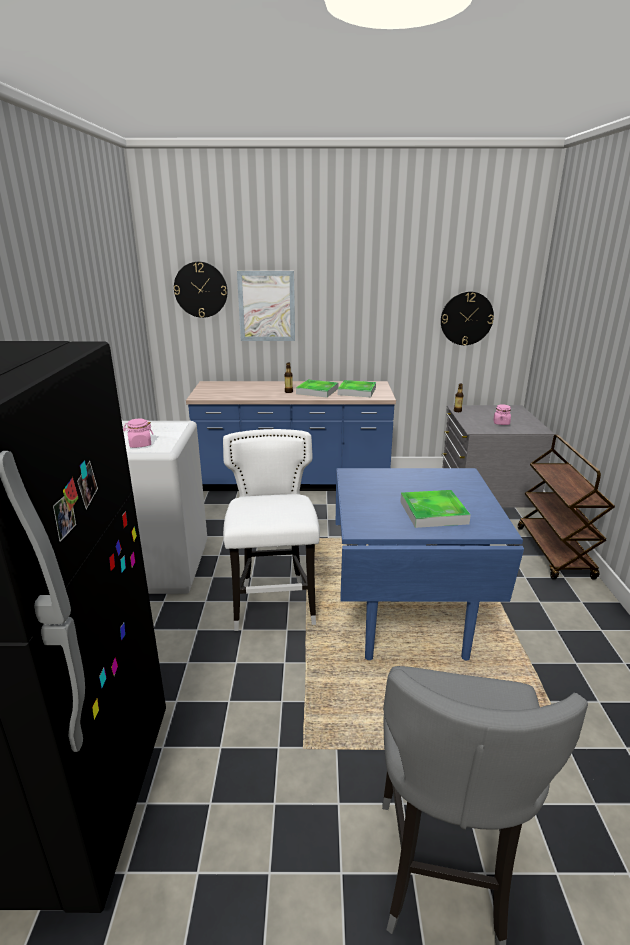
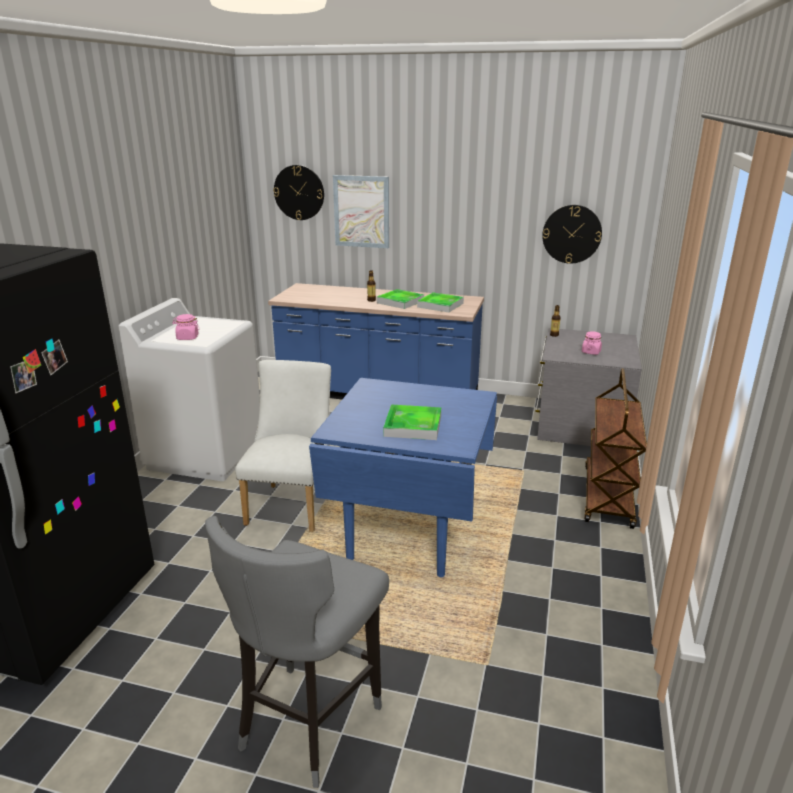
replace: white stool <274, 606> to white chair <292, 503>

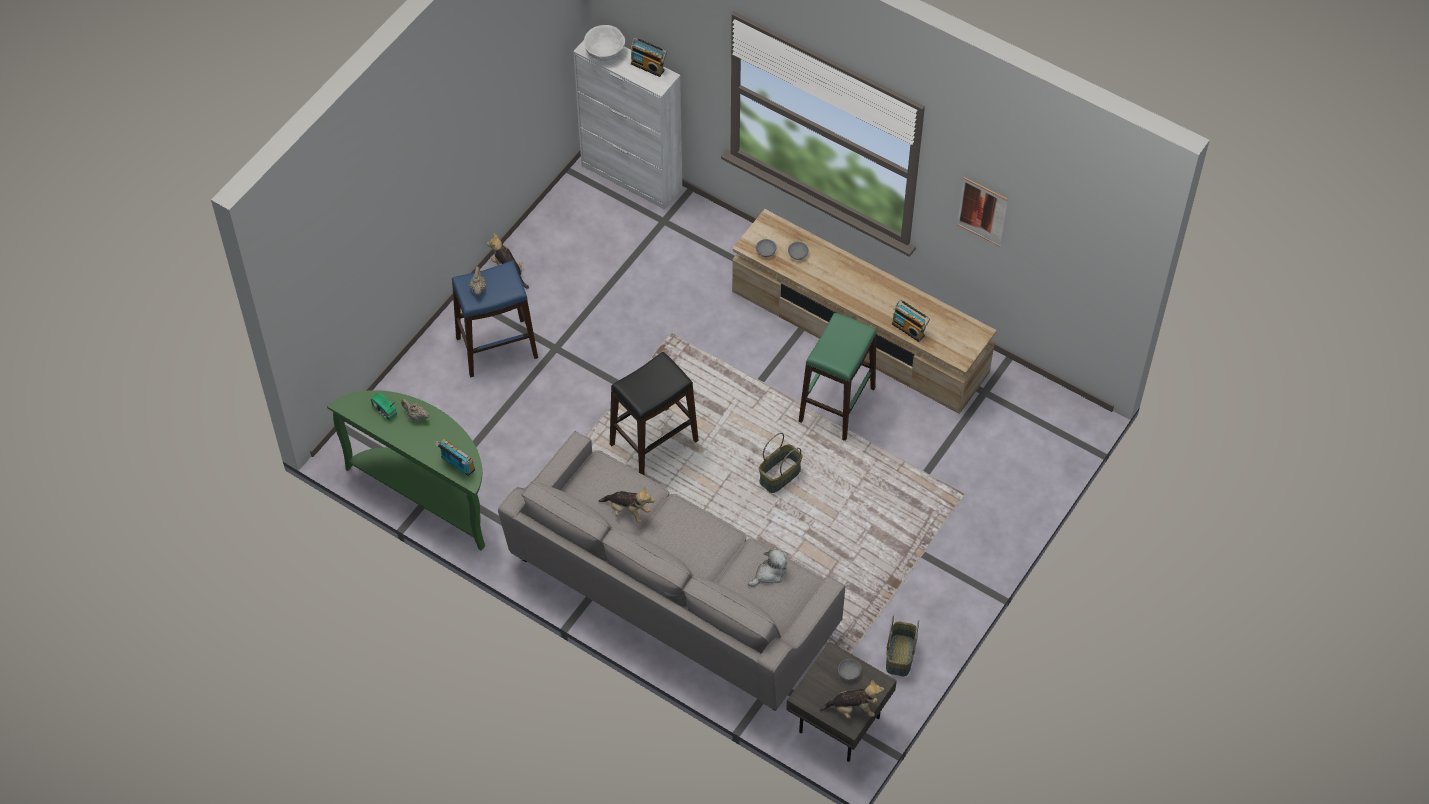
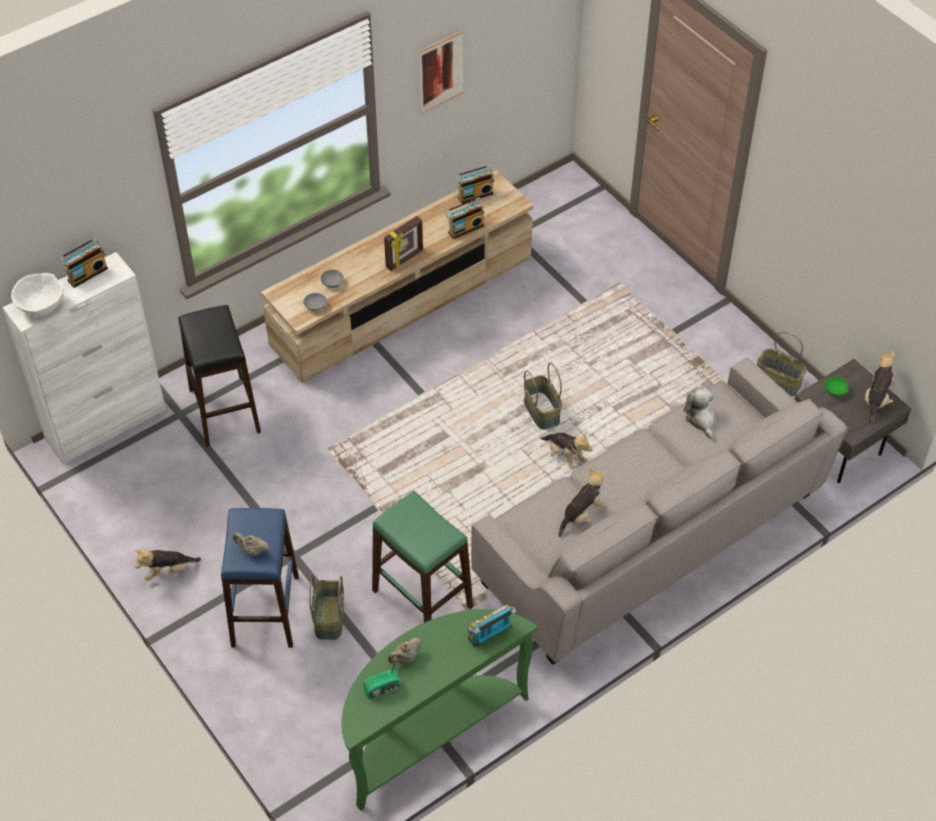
insert: radio <474, 194>; picture frame <405, 259>; plush toy <565, 456>; basket <328, 617>
move: green stool <837, 404> to <422, 599>; black stool <654, 442> to <224, 410>
recolor: grey bowl <849, 673> to green bowl <836, 390>

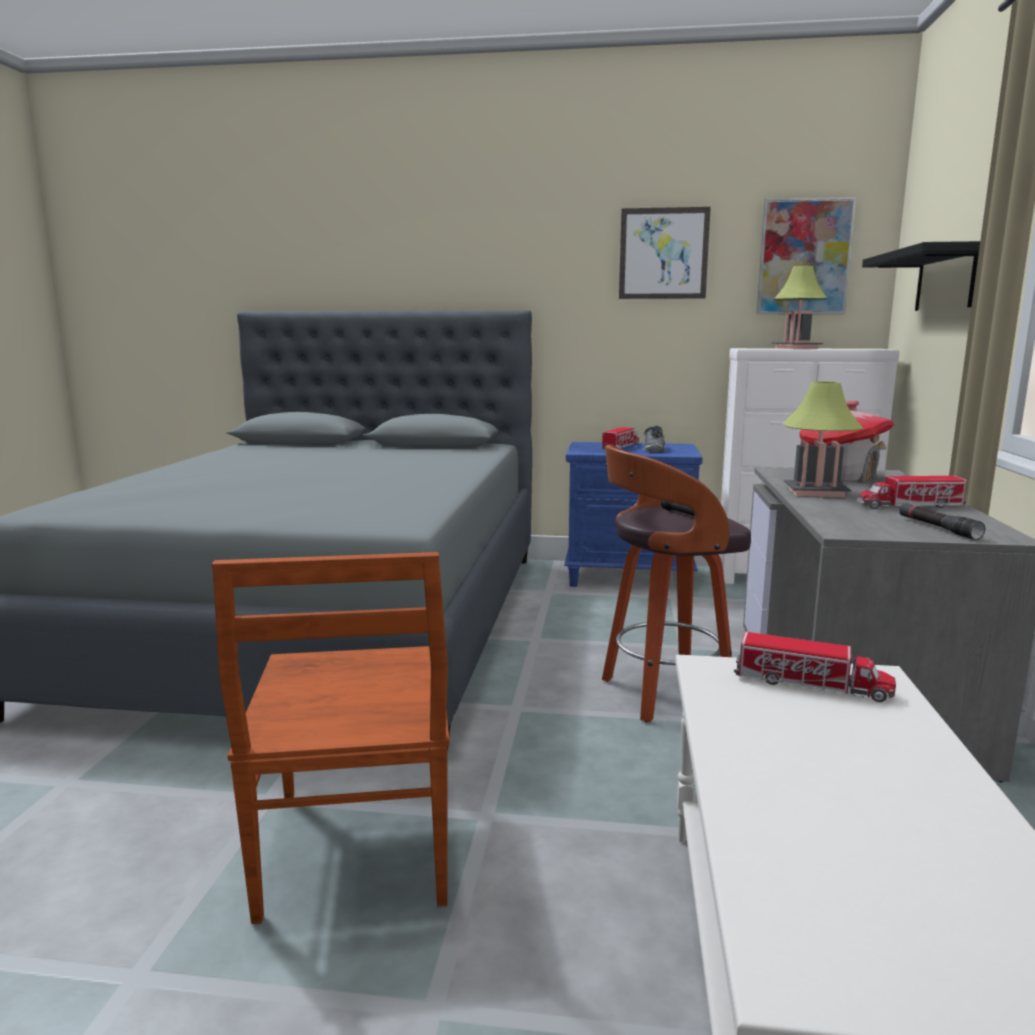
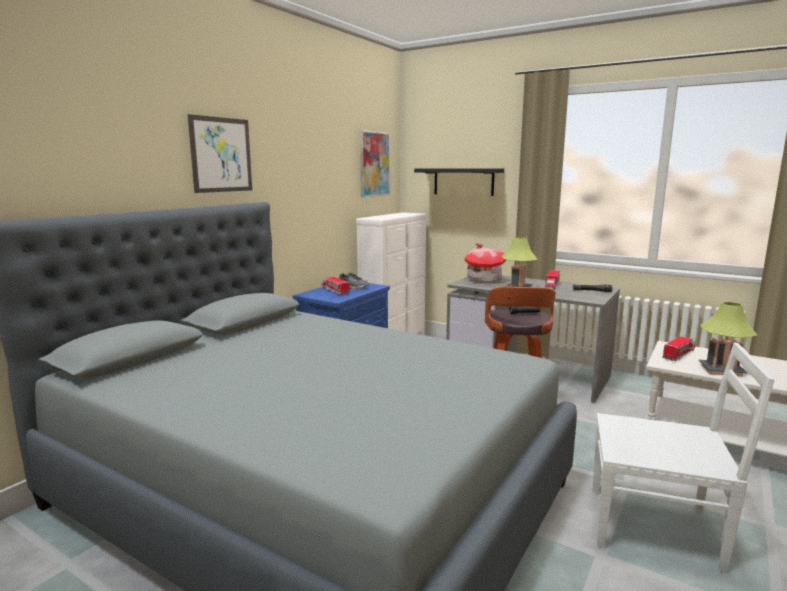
move: picture <663, 253> to <221, 155>; table lamp <796, 348> to <721, 370>
recolor: brown chair <356, 849> to white chair <656, 528>

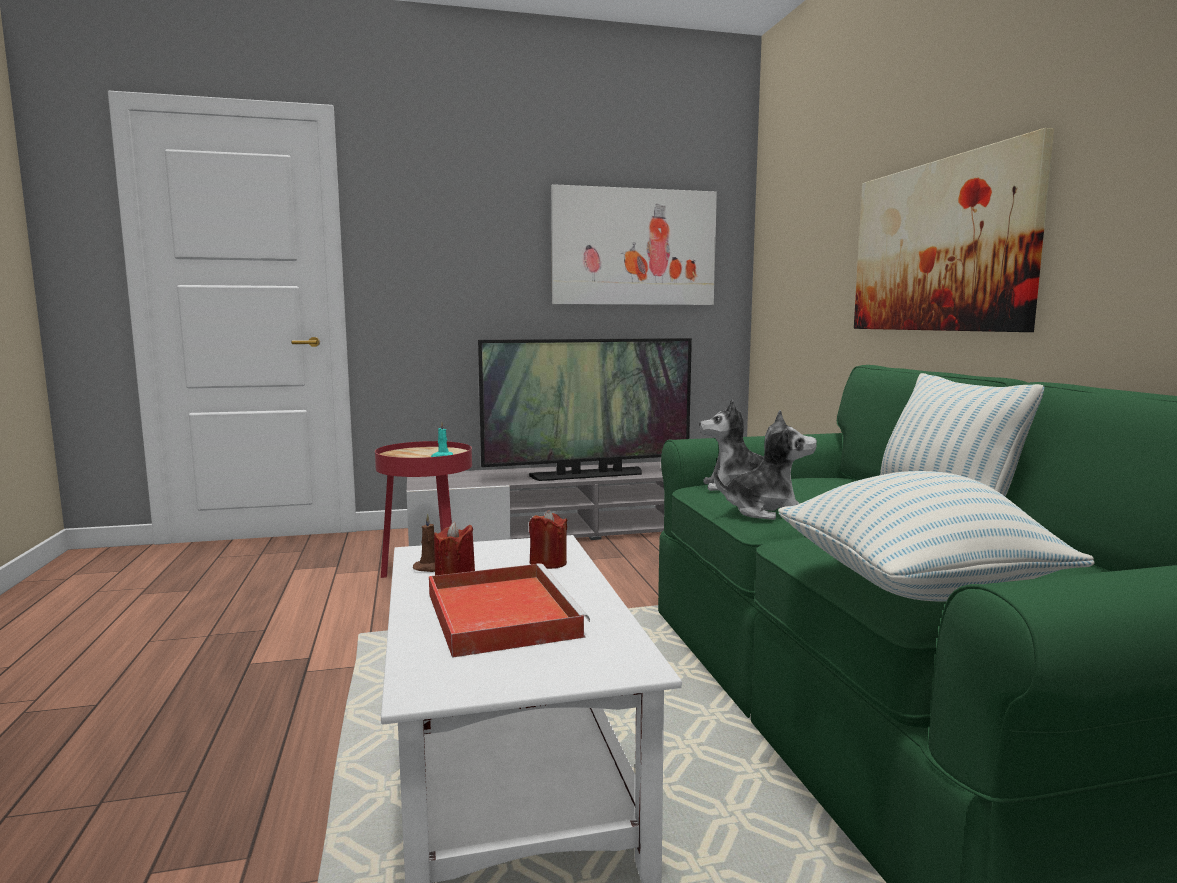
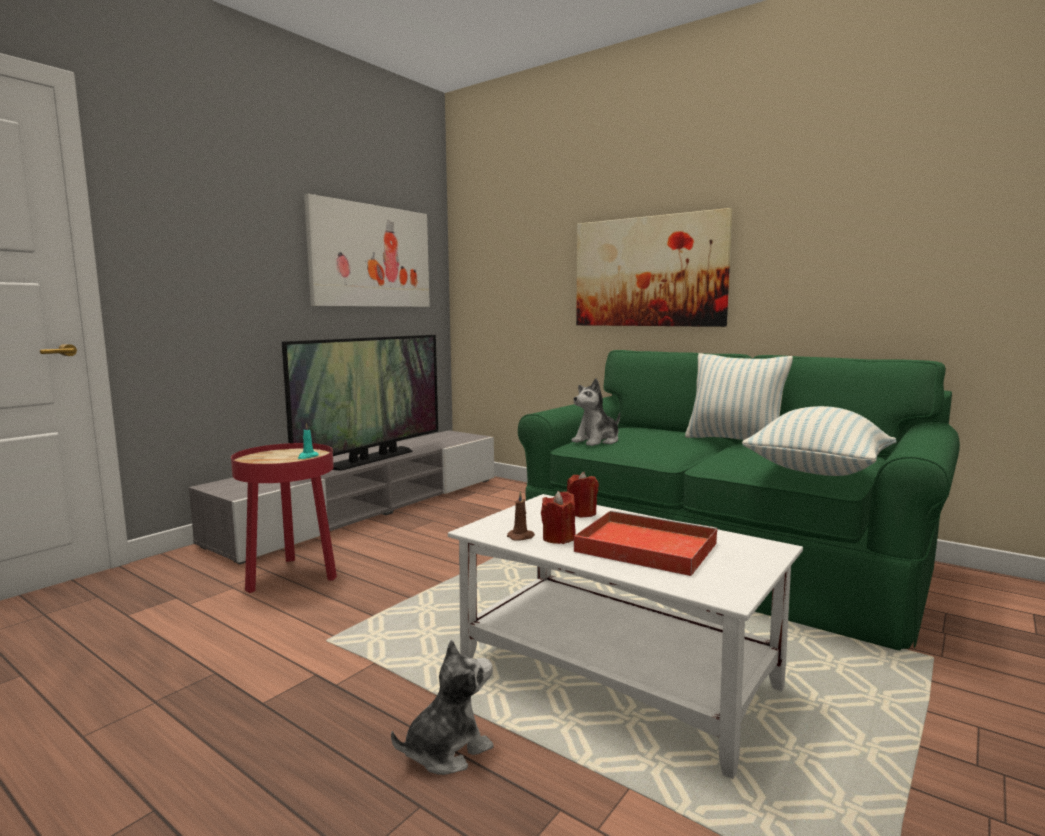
move: plush toy <766, 511> to <447, 750>

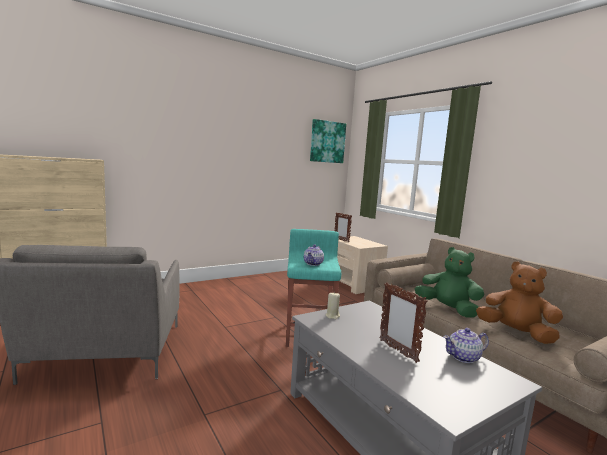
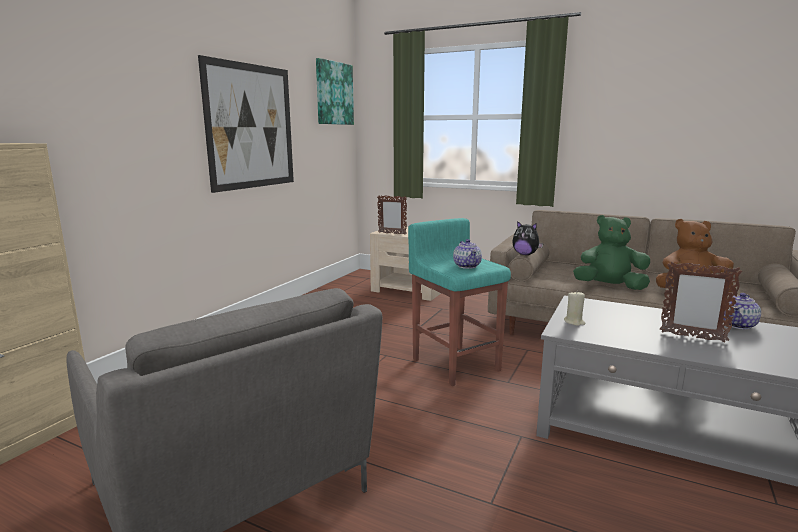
insert: picture <251, 127>; plush toy <525, 254>

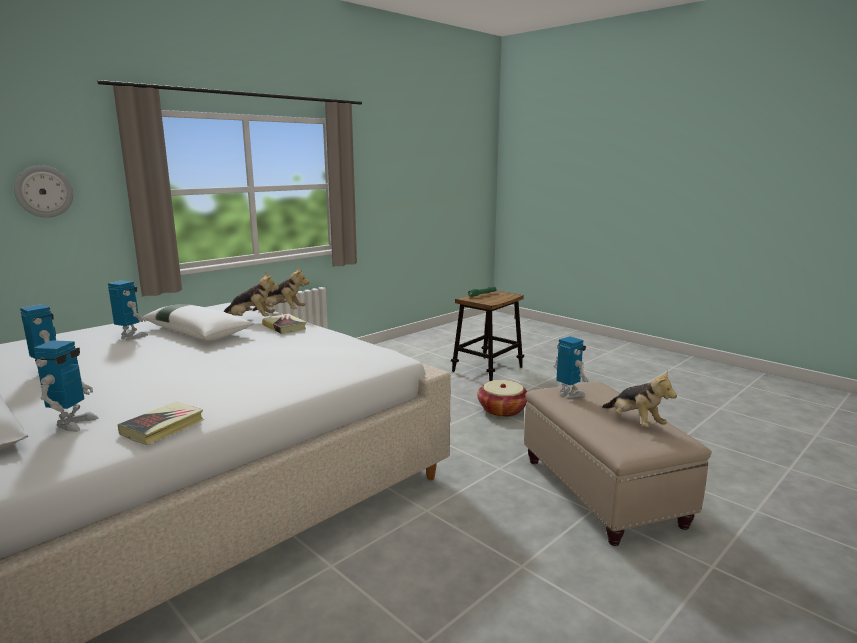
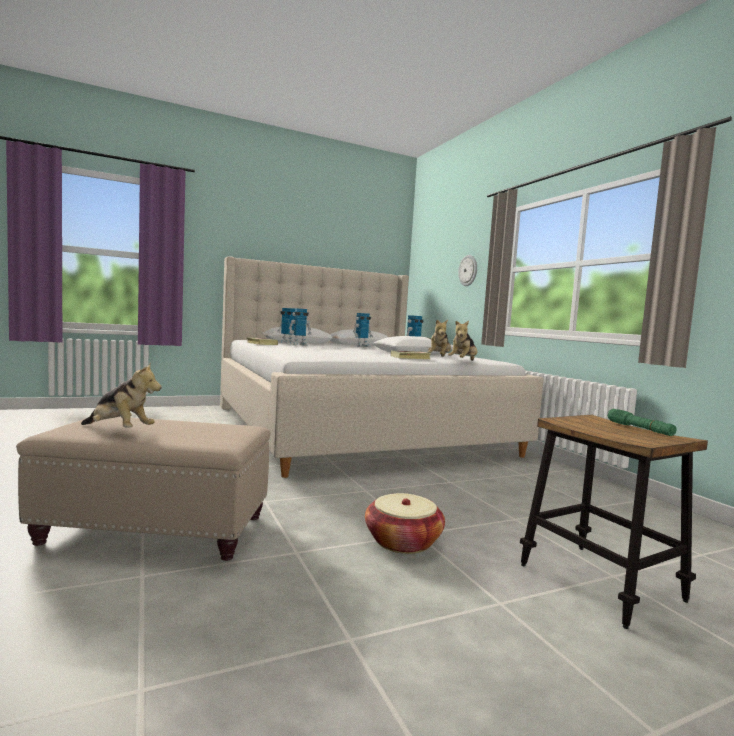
move: toy robot <569, 394> to <299, 345>
rotate: plush toy <635, 422> = <119, 431> 150 degrees counterclockwise

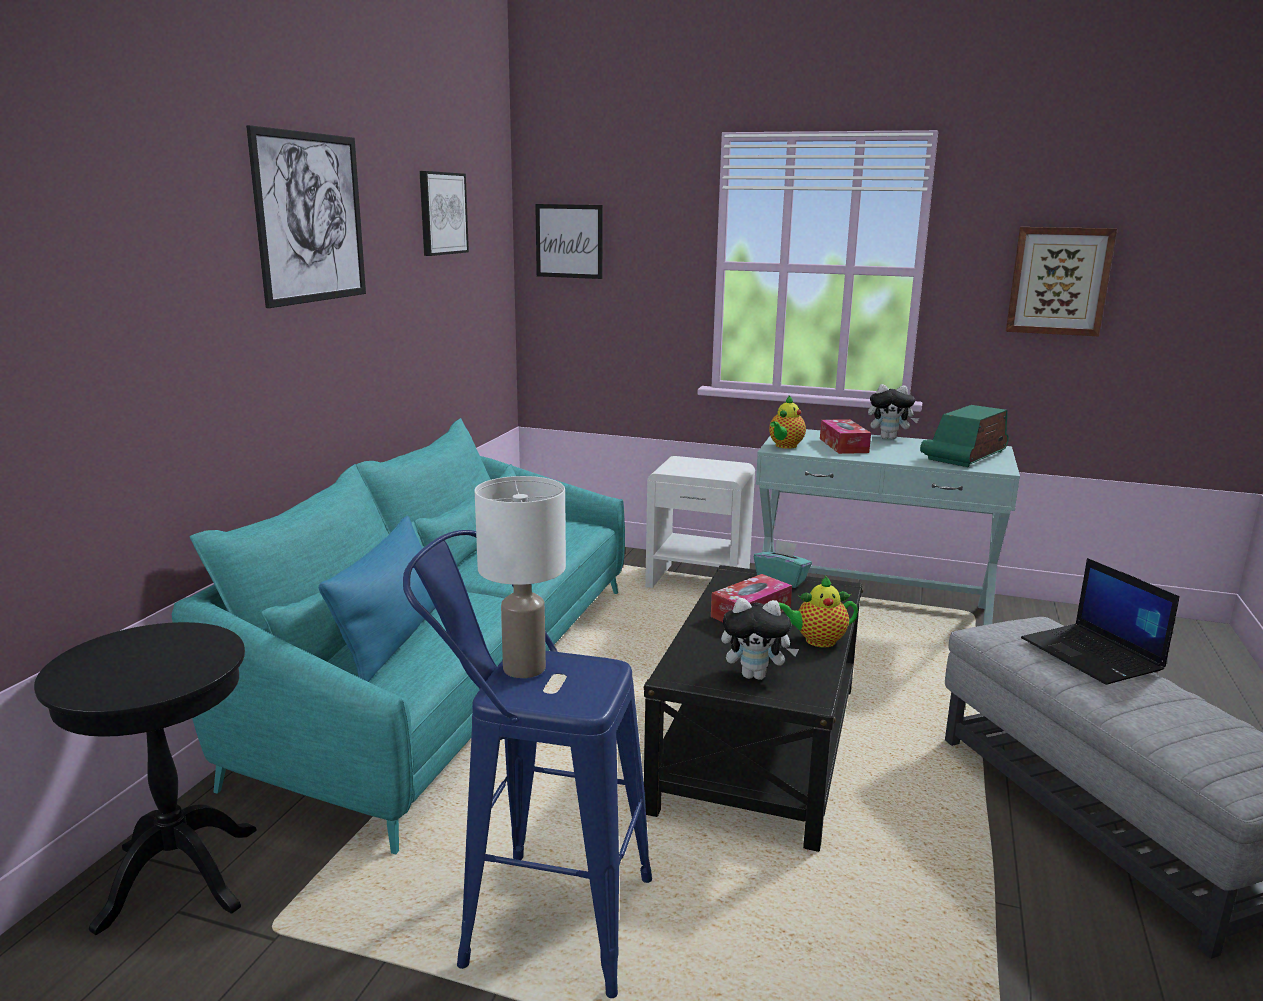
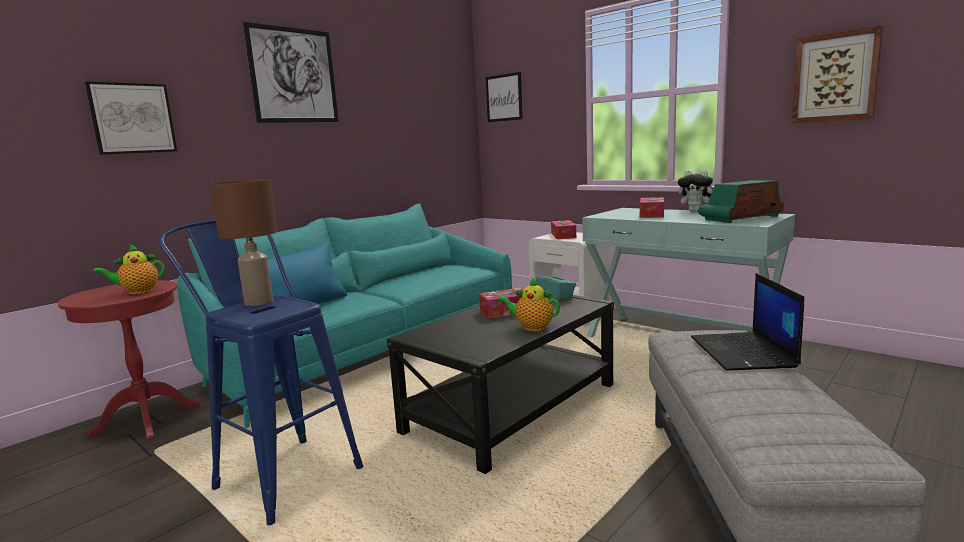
delete: plush toy <755, 675>
insert: tissue box <563, 235>
move: picture <442, 213> to <132, 118>; teapot <785, 446> to <137, 292>
recolor: white table lamp <523, 669> to brown table lamp <258, 302>; black side table <179, 877> to red side table <146, 420>

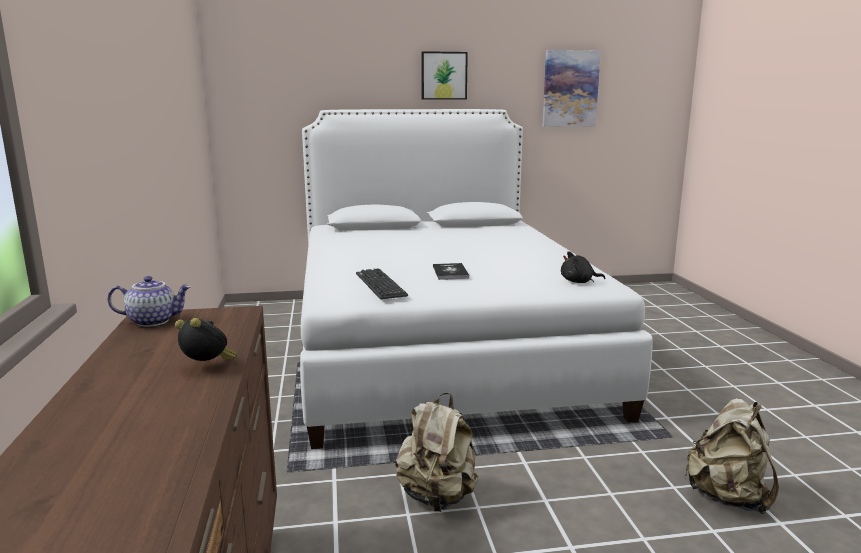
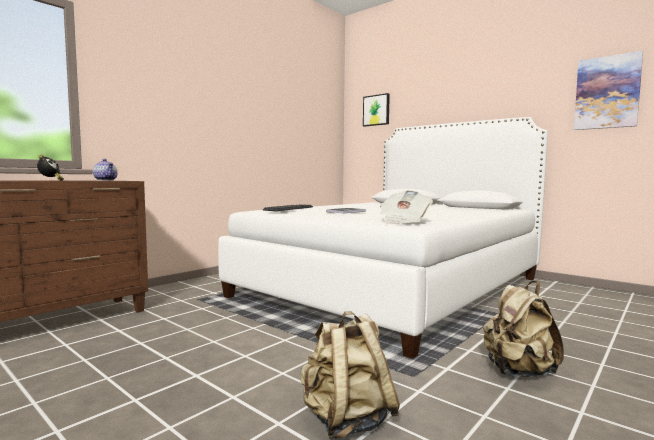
move: picture <443, 76> to <376, 110>; beige backpack <438, 497> to <518, 372>
replace: black plush toy <579, 282> to newspaper <403, 222>

